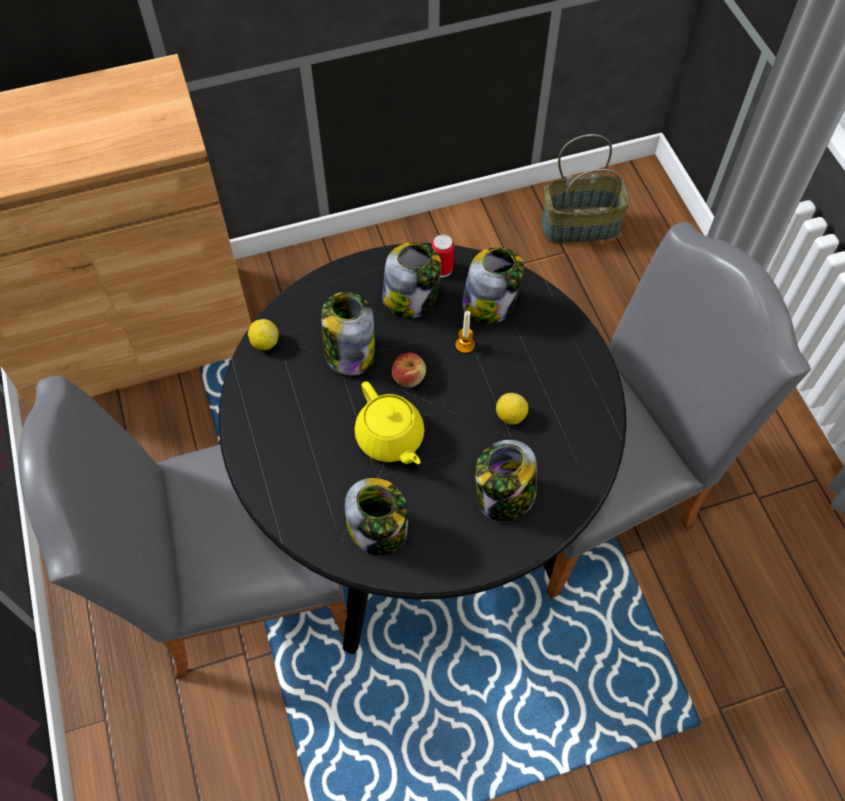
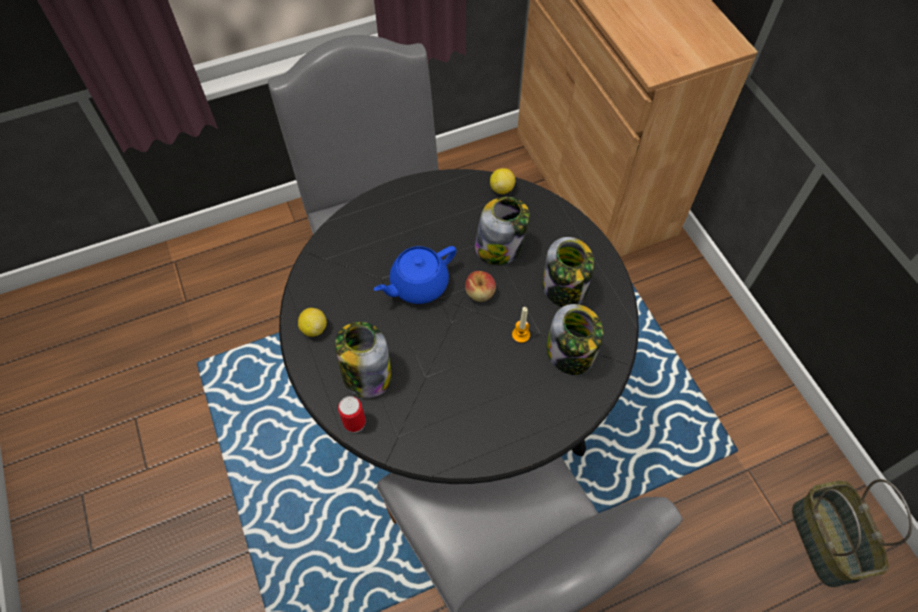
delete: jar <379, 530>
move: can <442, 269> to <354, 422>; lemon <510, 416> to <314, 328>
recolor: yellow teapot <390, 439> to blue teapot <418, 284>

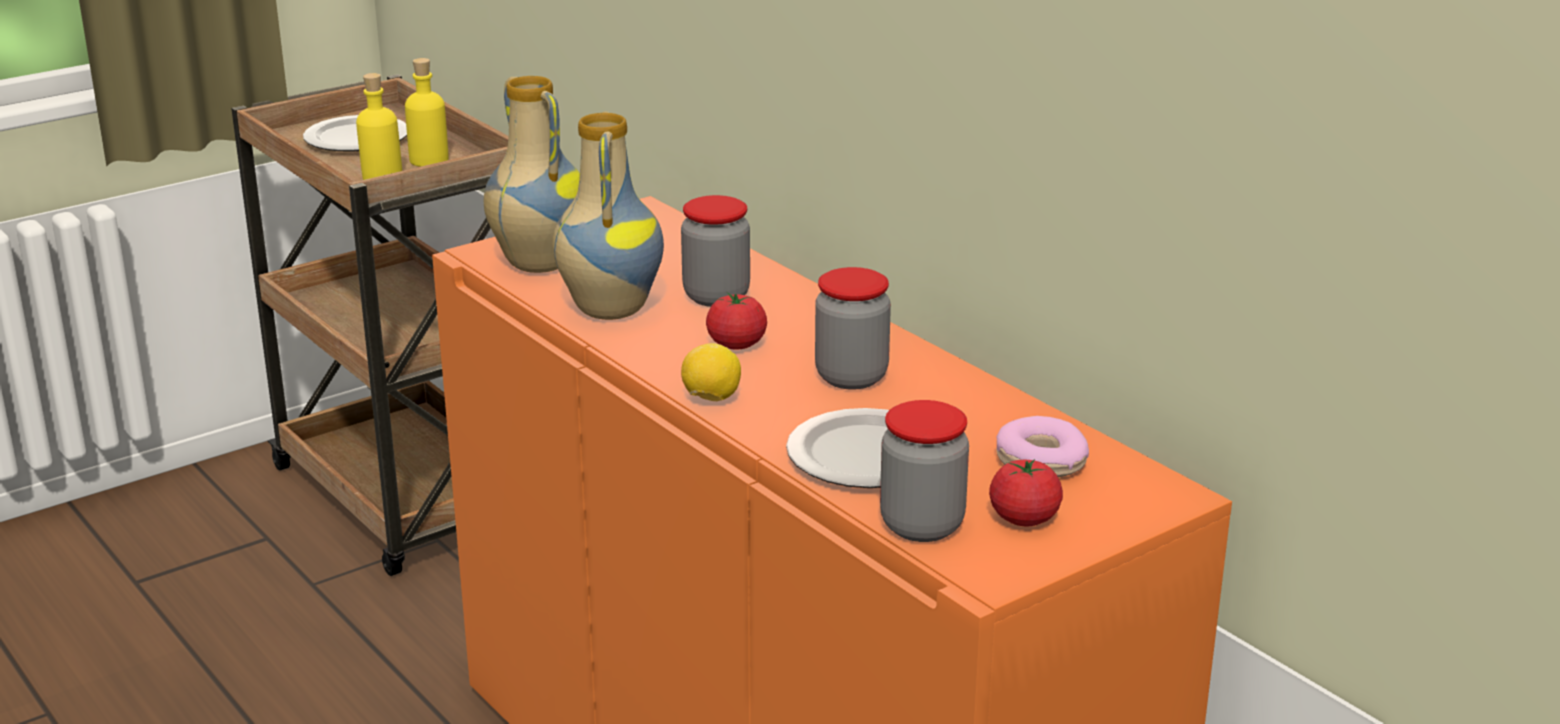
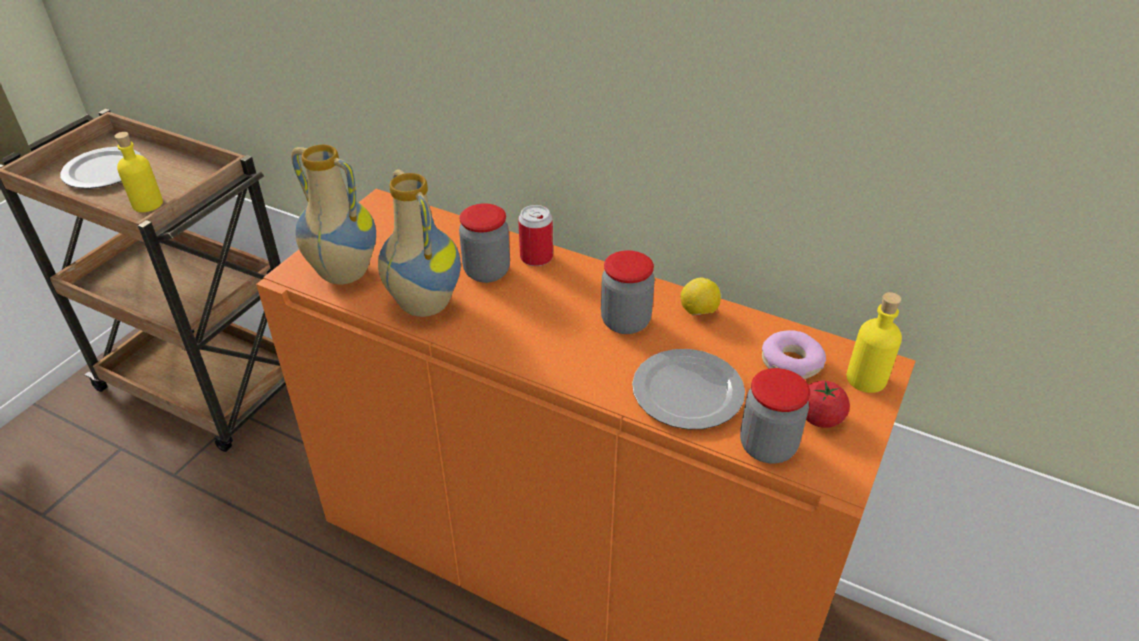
delete: tomato <736, 344>
insert: can <536, 257>
move: yellow bottle <429, 160> to <866, 379>; lemon <711, 399> to <698, 312>

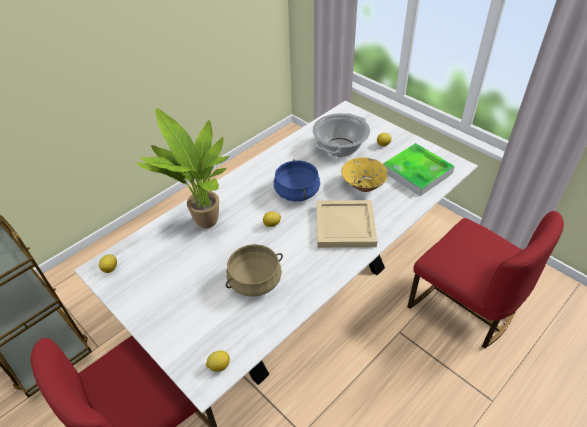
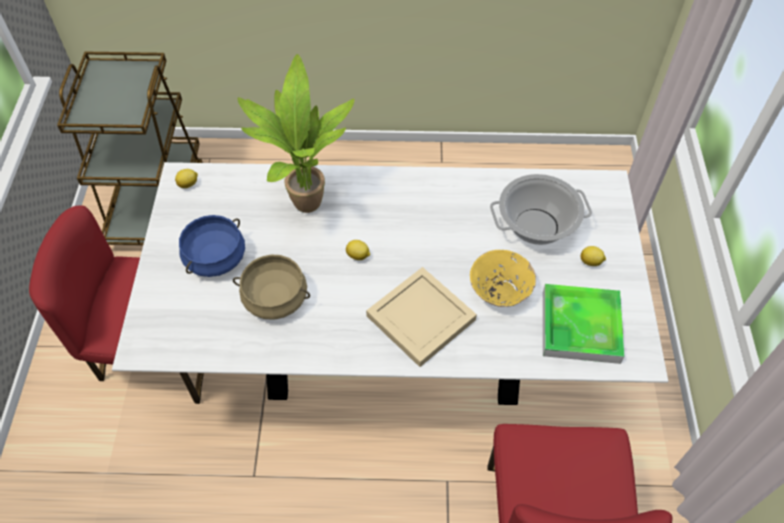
delete: lemon <218, 365>
move: blue cooking pot <297, 192> to <215, 258>

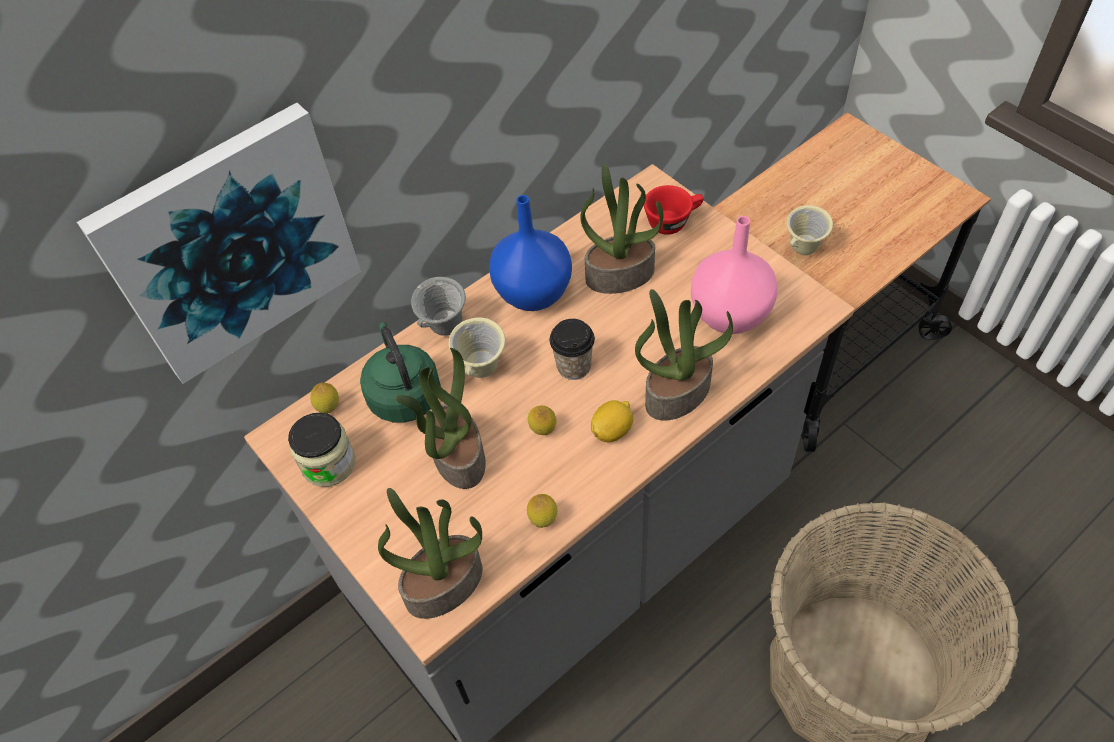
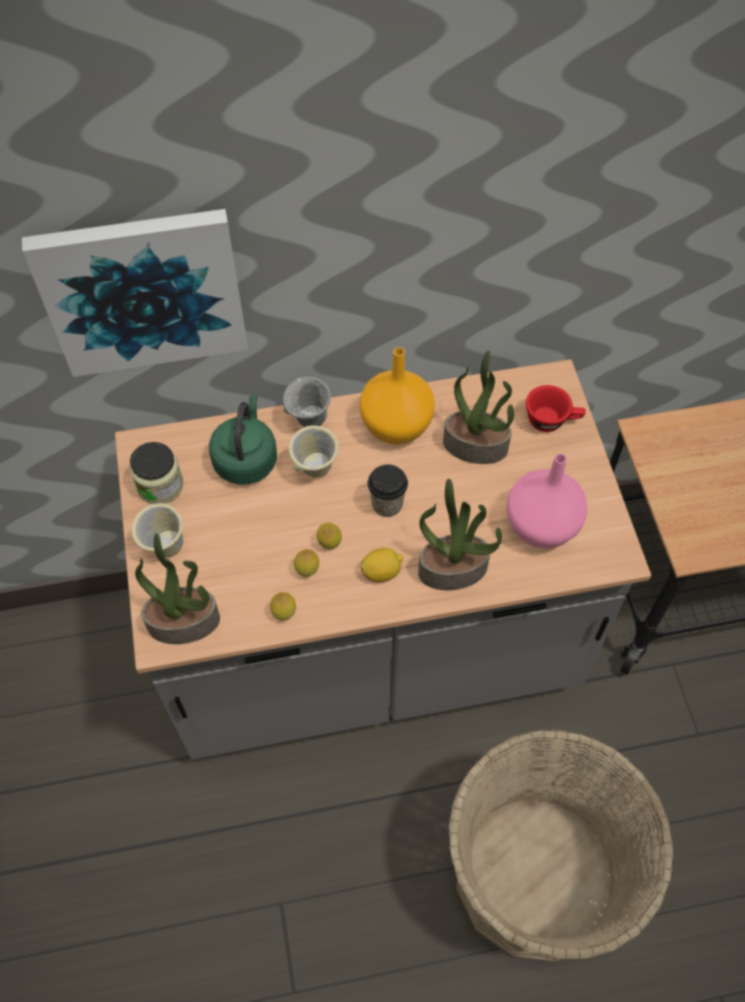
delete: potted plant <457, 455>
move: beige mug <803, 251> to <165, 549>; lemon <329, 408> to <307, 571>
recolor: blue vase <534, 294> to orange vase <396, 427>

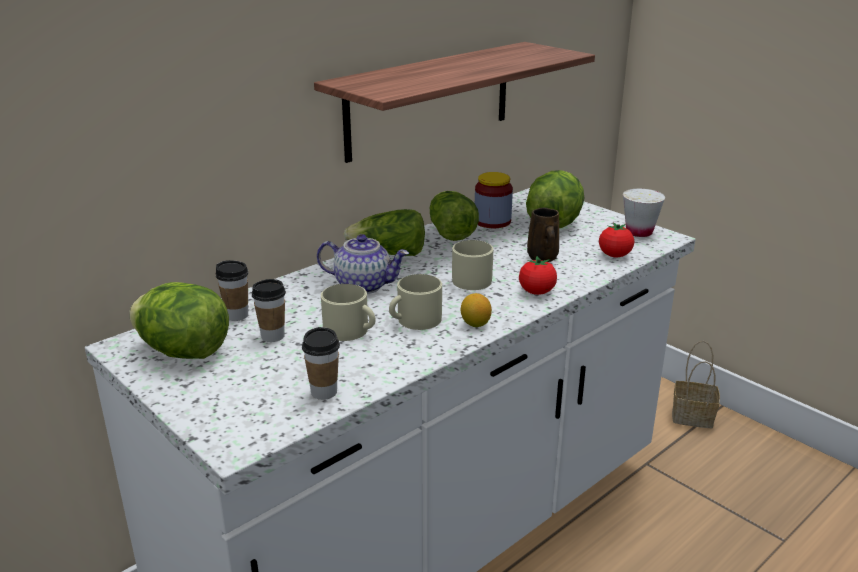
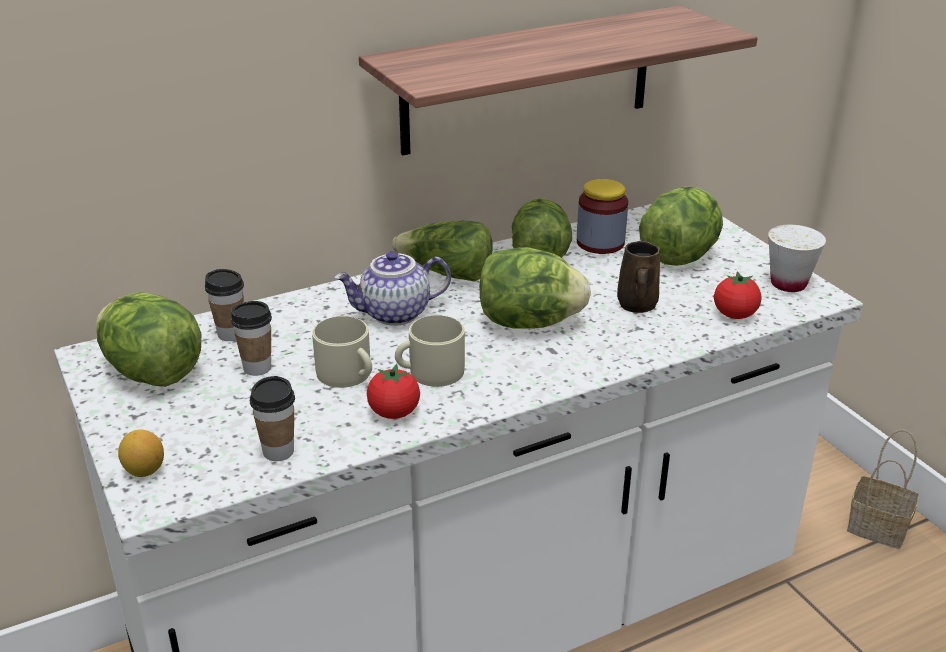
move: tomato <536, 292> to <394, 413>; lemon <475, 324> to <144, 470>
replace: beige mug <470, 278> to lettuce <528, 323>
rotate: teapot <364, 285> = <395, 314> 135 degrees clockwise

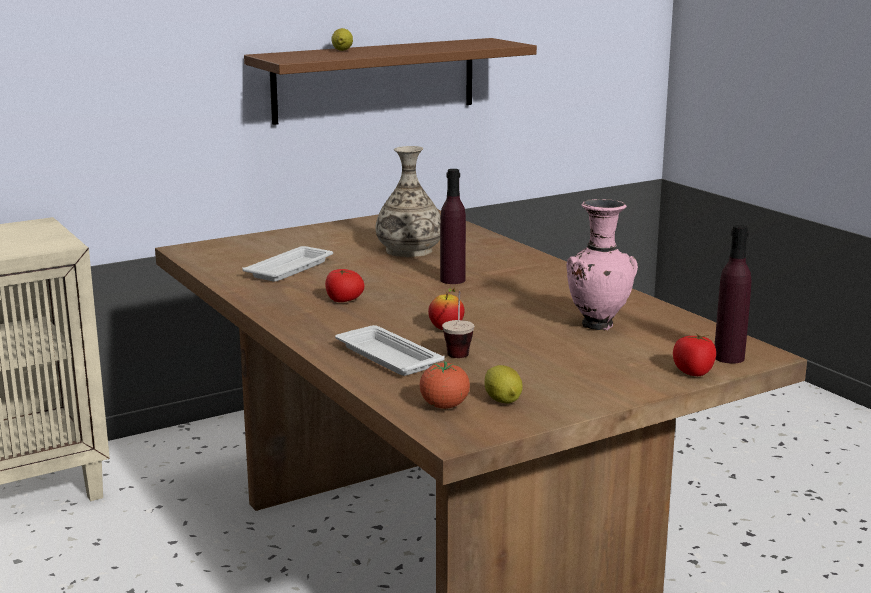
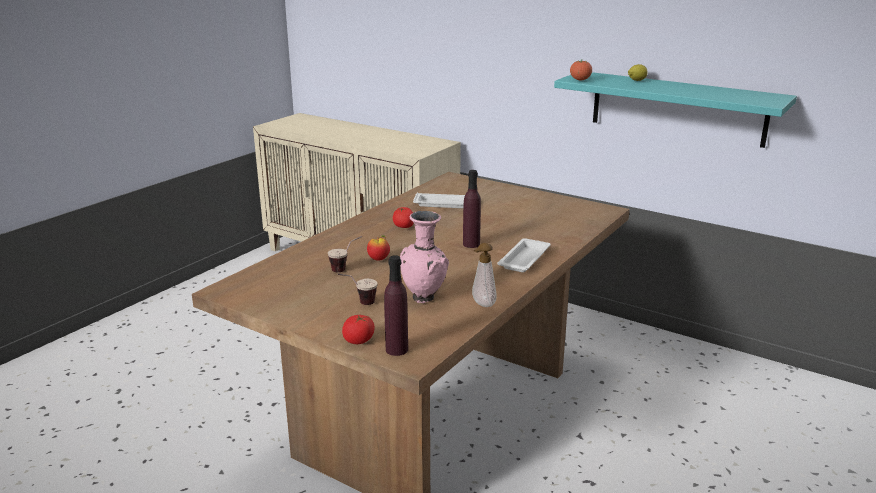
delete: vase <409, 250>; lemon <502, 400>
insert: soap dispenser <482, 305>; cup <358, 303>
move: white tray <386, 357> to <525, 259>; tomato <444, 406> to <580, 80>
recolor: brown shelf <375, 80> to turquoise shelf <677, 108>

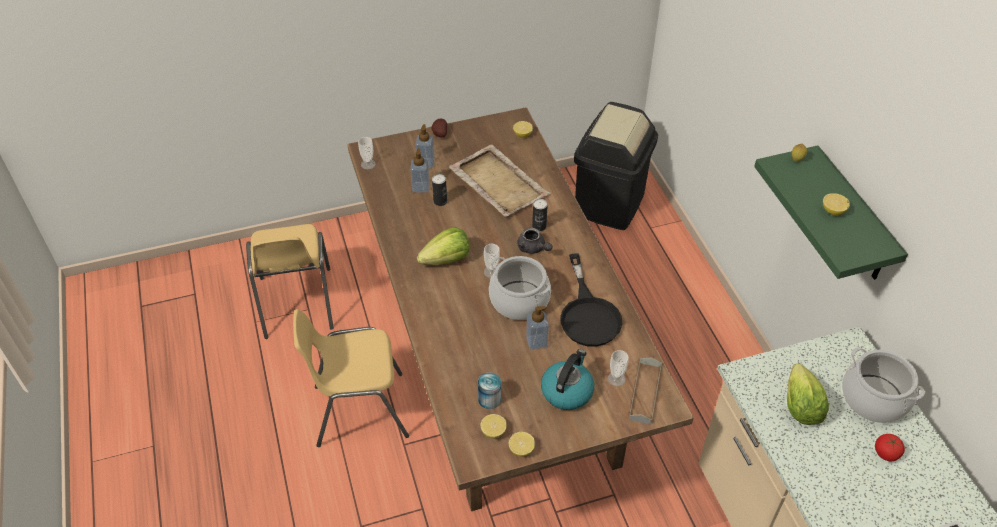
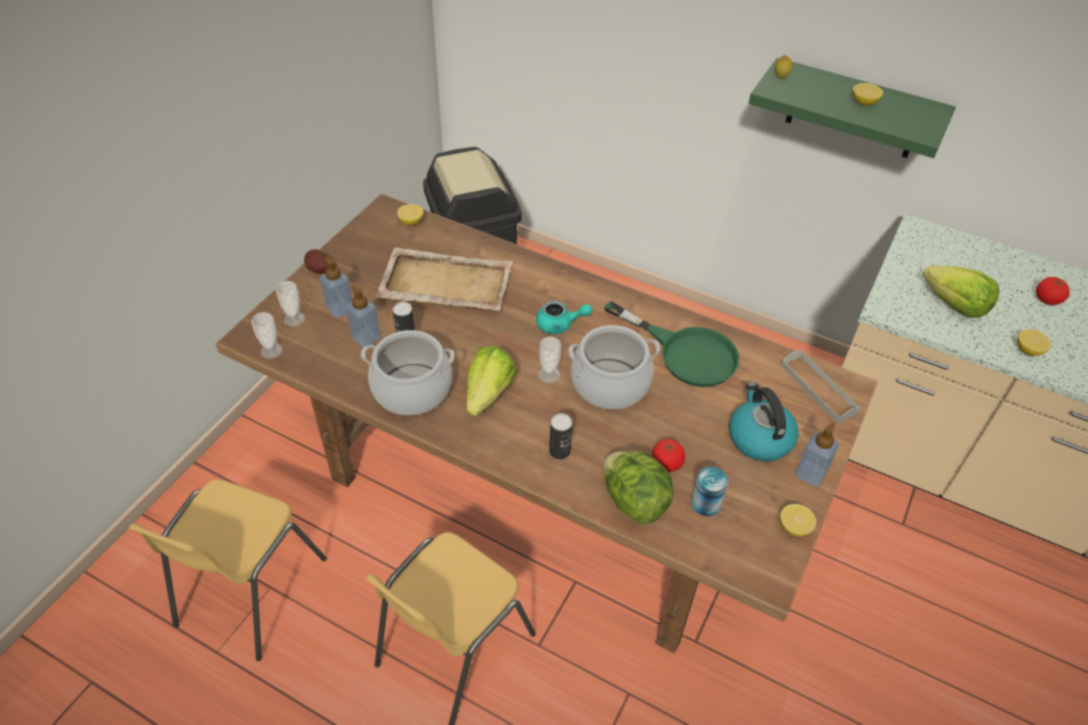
insert: tomato <666, 463>; lettuce <633, 500>
move: can <539, 226> to <559, 451>; soap dispenser <536, 342> to <810, 474>; cooking pot <874, 398> to <412, 389>; cup <616, 379> to <294, 319>; lemon <493, 431> to <1028, 350>
recolor: grey teapot <533, 248> to turquoise teapot <560, 325>; black frying pan <588, 314> to green frying pan <685, 352>
rotate: yellow chair <296, 304> = <249, 592> 75 degrees clockwise

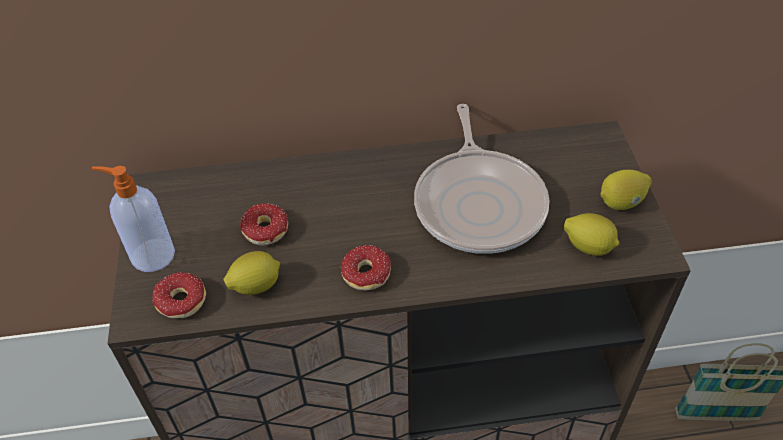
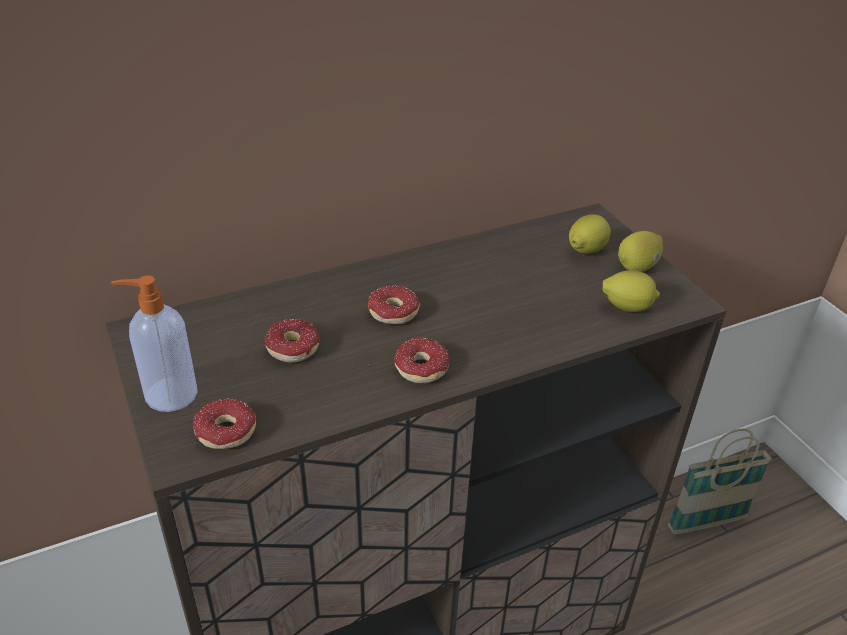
delete: frying pan <479, 203>
insert: donut <388, 317>
move: lemon <255, 286> to <585, 250>

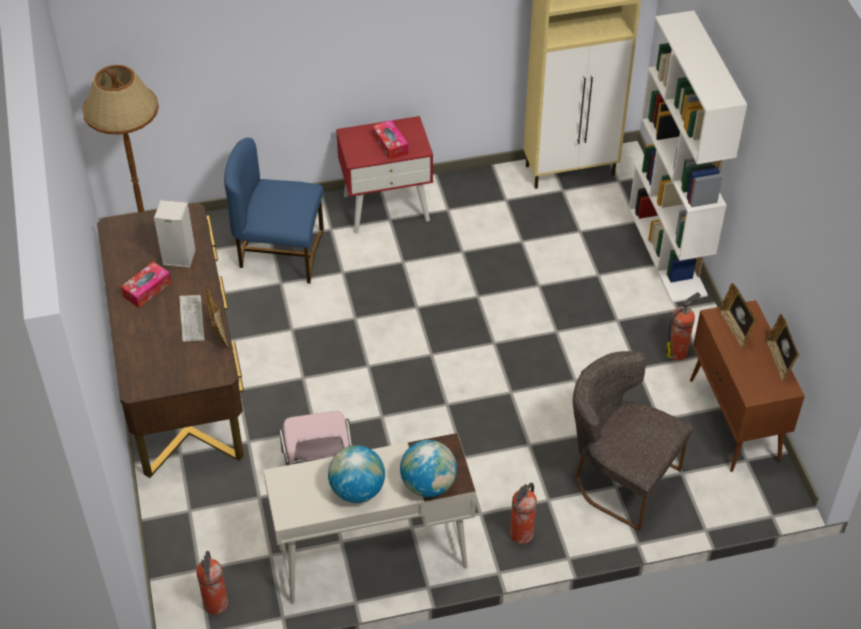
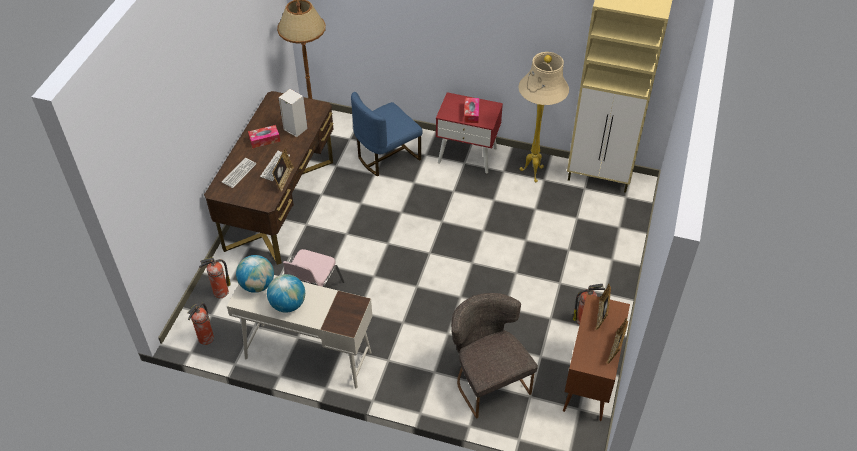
delete: white bookcase <668, 252>
insert: beige floor lamp <533, 174>; keyboard <239, 173>
move: globe <428, 484> to <257, 285>; fire extinguisher <521, 535> to <220, 292>
rotate: blue chair <280, 252> = <387, 156> 75 degrees counterclockwise

